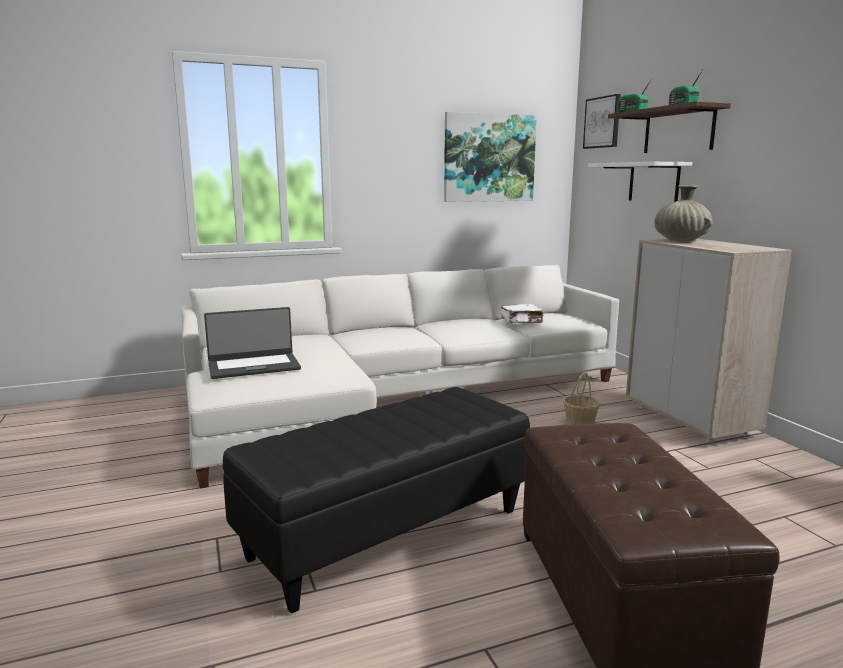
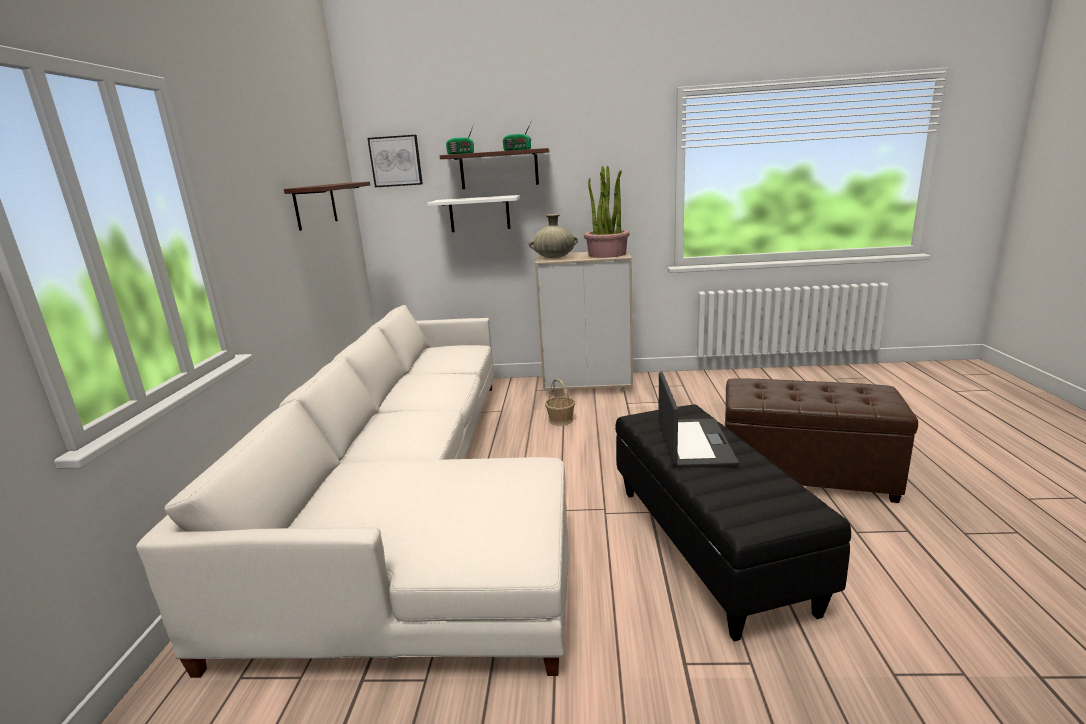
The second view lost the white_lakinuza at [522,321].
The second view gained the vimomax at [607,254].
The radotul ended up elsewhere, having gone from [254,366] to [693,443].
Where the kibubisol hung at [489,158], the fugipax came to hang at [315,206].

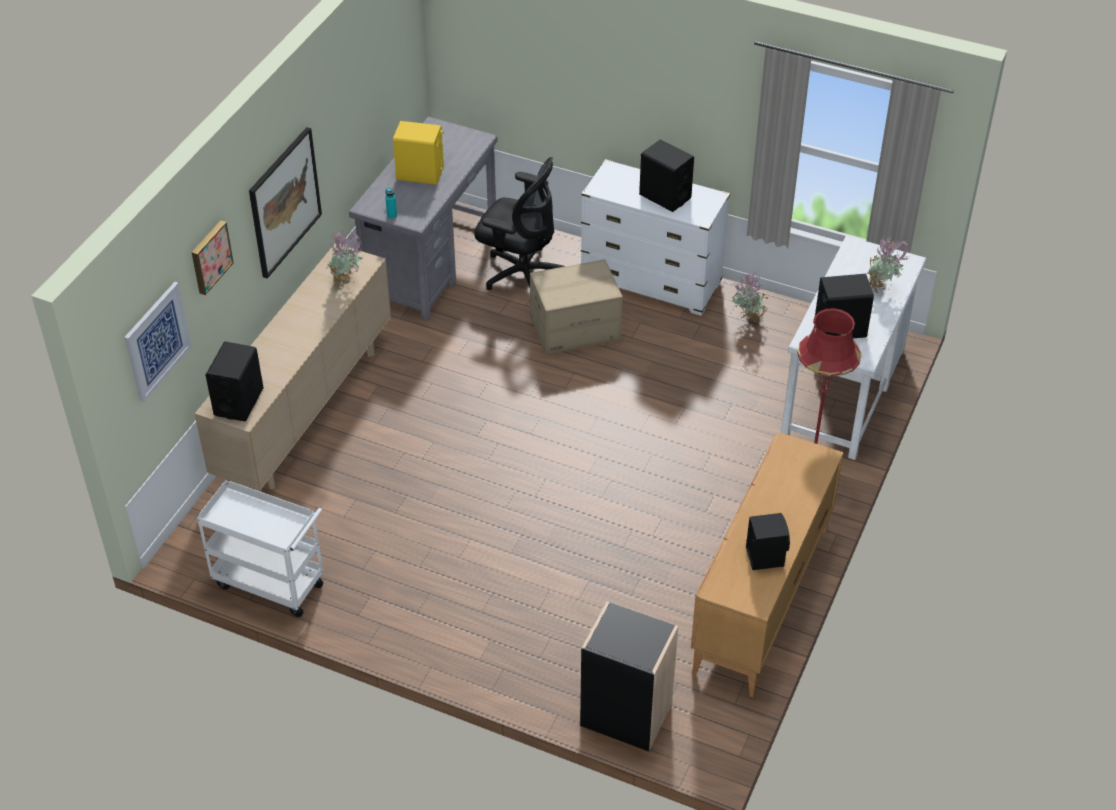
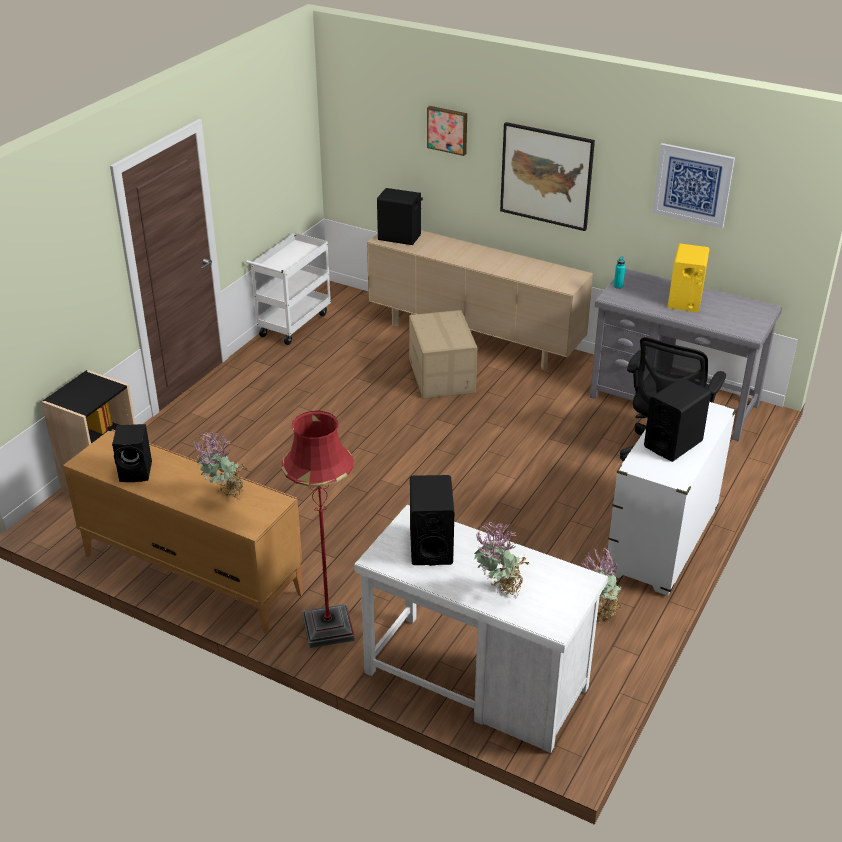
The kibubisol ended up elsewhere, having gone from [157,341] to [693,185].
The vimomax ended up elsewhere, having gone from [347,283] to [224,496].
The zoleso ended up elsewhere, having gone from [575,328] to [442,376].

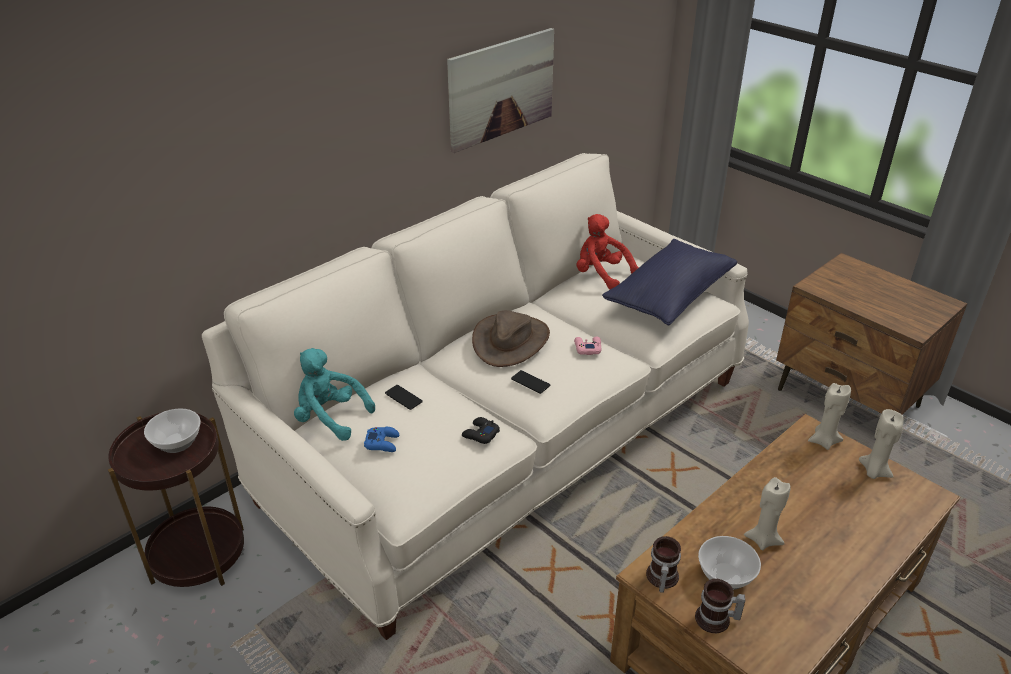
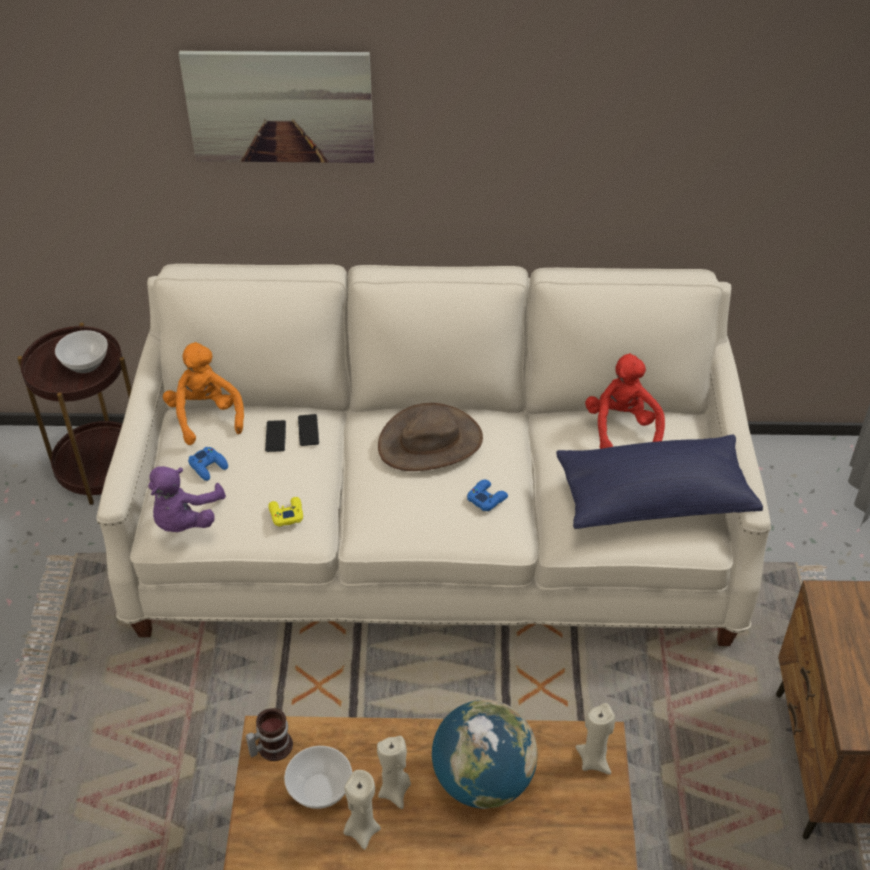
The second view lost the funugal at [716,620].
The second view gained the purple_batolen at [185,520].
The second view gained the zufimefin at [483,780].
The kibubisol ended up elsewhere, having gone from [501,89] to [280,106].
The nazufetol ended up elsewhere, having gone from [530,382] to [308,430].
The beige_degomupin ended up elsewhere, having gone from [874,471] to [362,829].
What was the turquoise_batolen at [330,417] turned into the orange_batolen at [205,416].
What was the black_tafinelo at [480,434] turned into the yellow_tafinelo at [286,514].
What was the pink_tafinelo at [587,348] turned into the blue_tafinelo at [487,498].

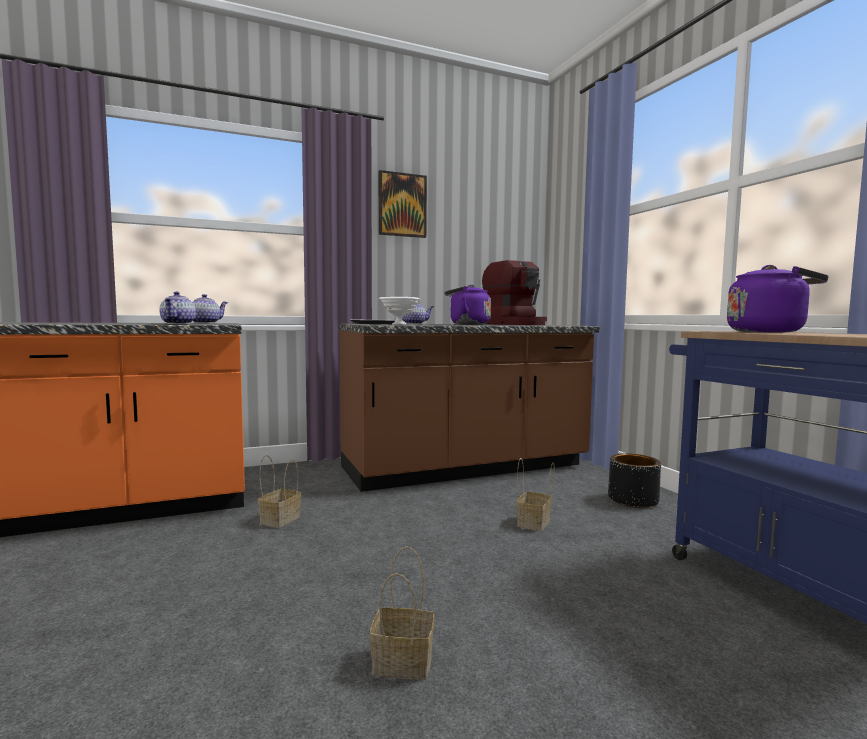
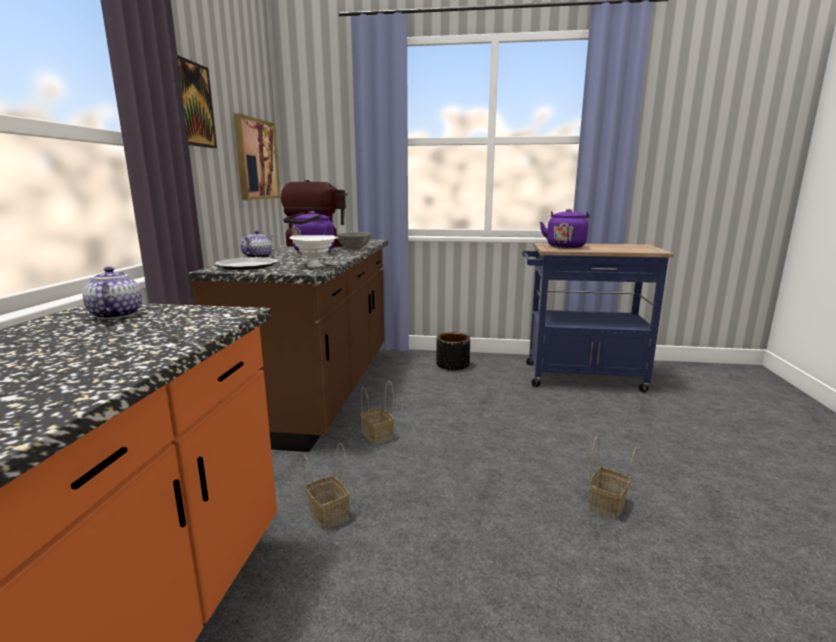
The second view lost the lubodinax at [179,324].
The second view gained the kibubisol at [256,159].
The second view gained the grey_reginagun at [355,249].
The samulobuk ended up elsewhere, having gone from [534,523] to [378,436].

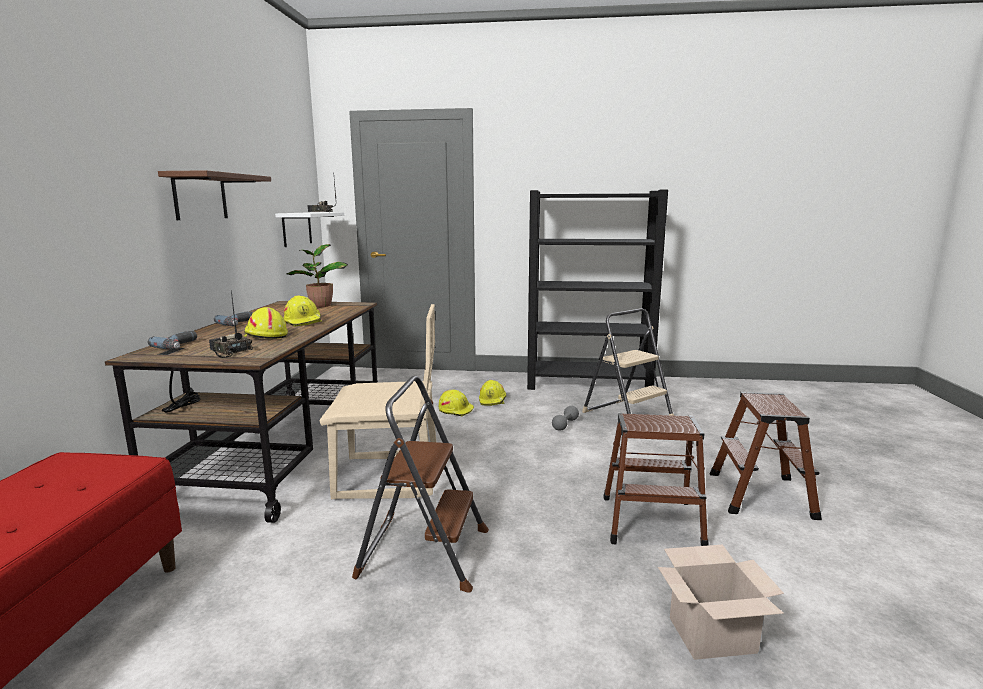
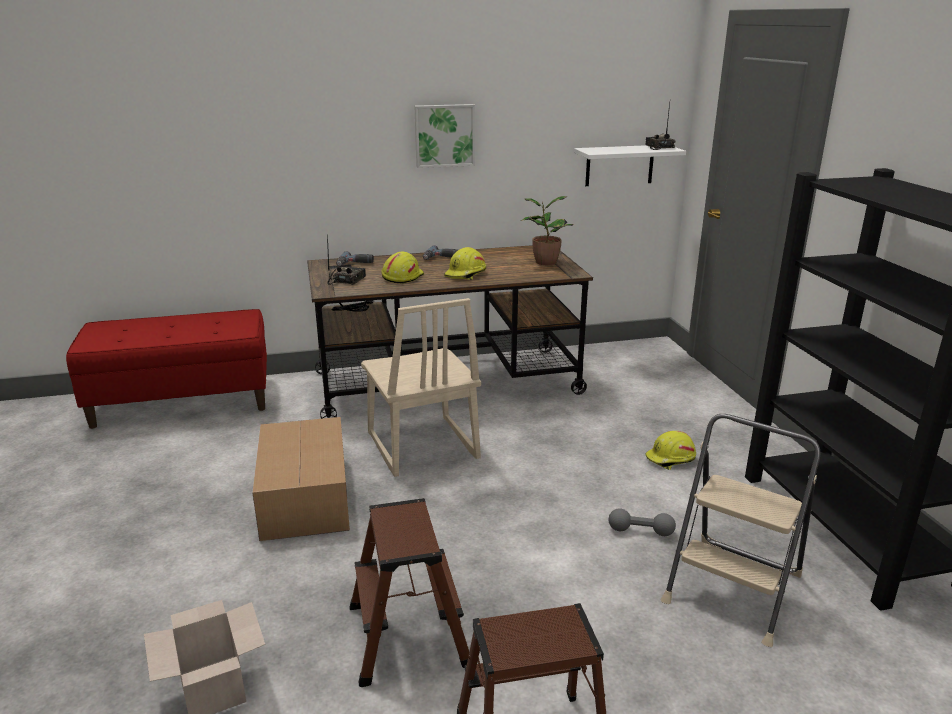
The second view lost the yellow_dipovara at [456,410].
Where the brown_fugipax hung at [200,197], the kibubisol came to hang at [444,135].
Where the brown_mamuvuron stood at [419,551], the zoleso came to stand at [306,495].

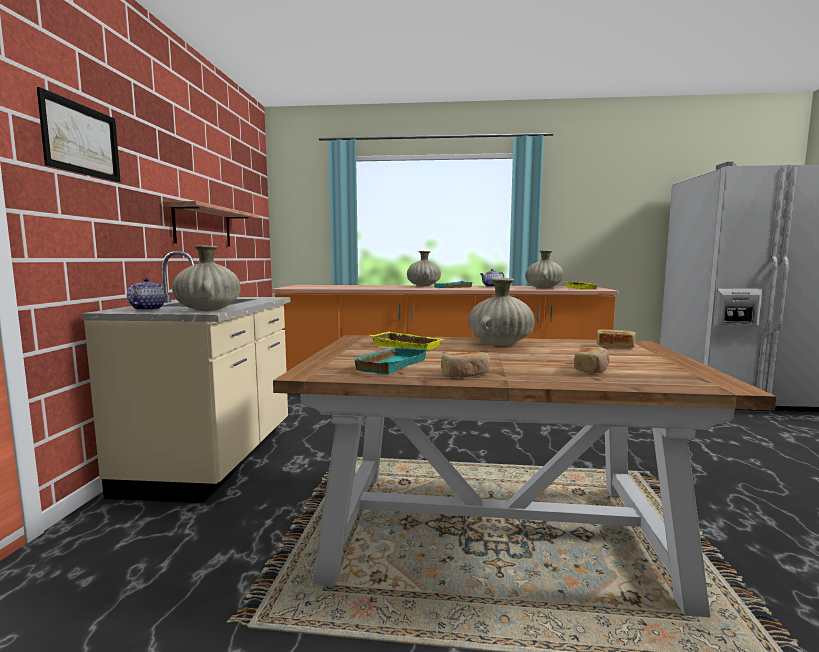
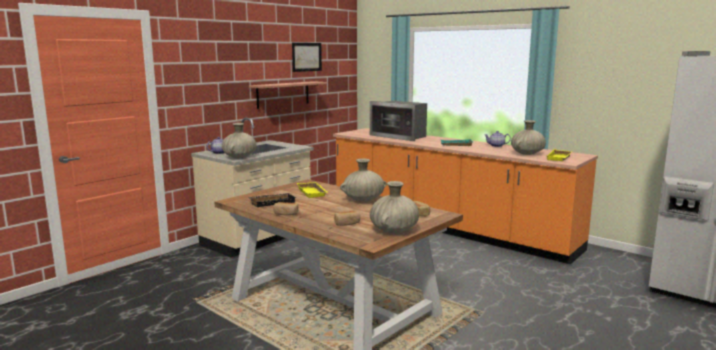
The second view gained the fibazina at [400,136].
The kibubisol ended up elsewhere, having gone from [81,139] to [306,57].
The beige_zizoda ended up elsewhere, having gone from [423,286] to [394,230].
What was the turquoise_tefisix at [389,364] turned into the black_tefisix at [272,202].

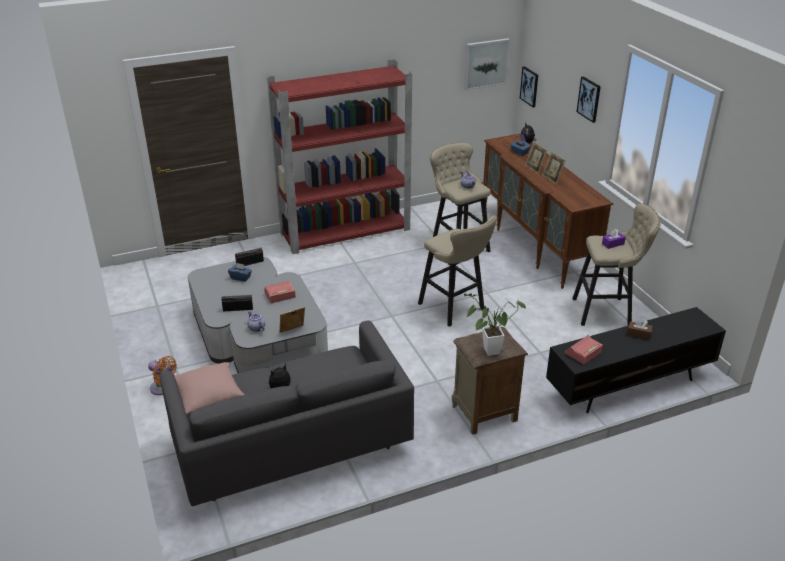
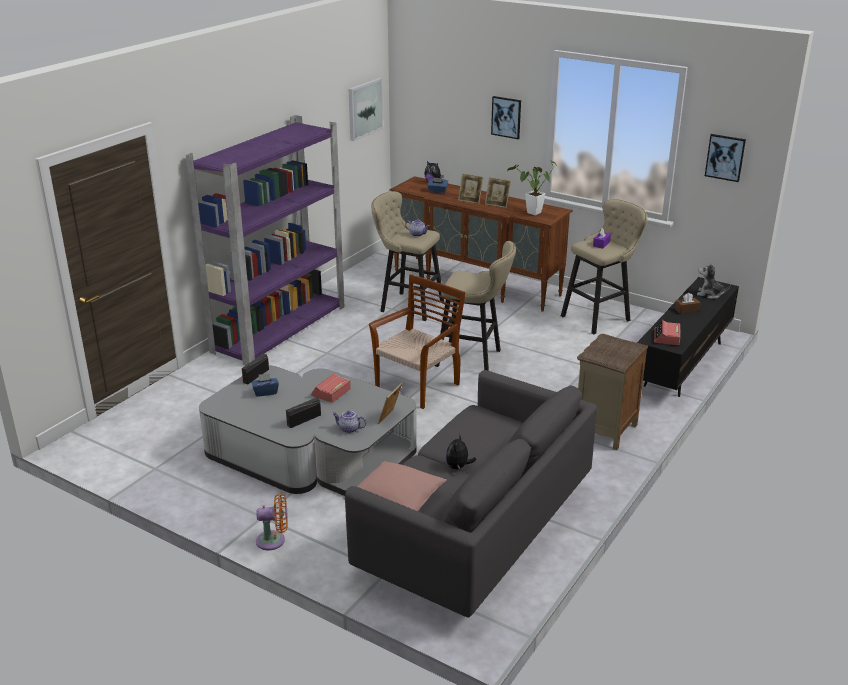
The second view gained the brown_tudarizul at [418,386].
The second view gained the batolen at [710,294].
The vimomax ended up elsewhere, having gone from [487,351] to [532,214].
The kibubisol ended up elsewhere, having gone from [529,86] to [725,157].
What was the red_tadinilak at [345,231] turned into the purple_tadinilak at [280,328].

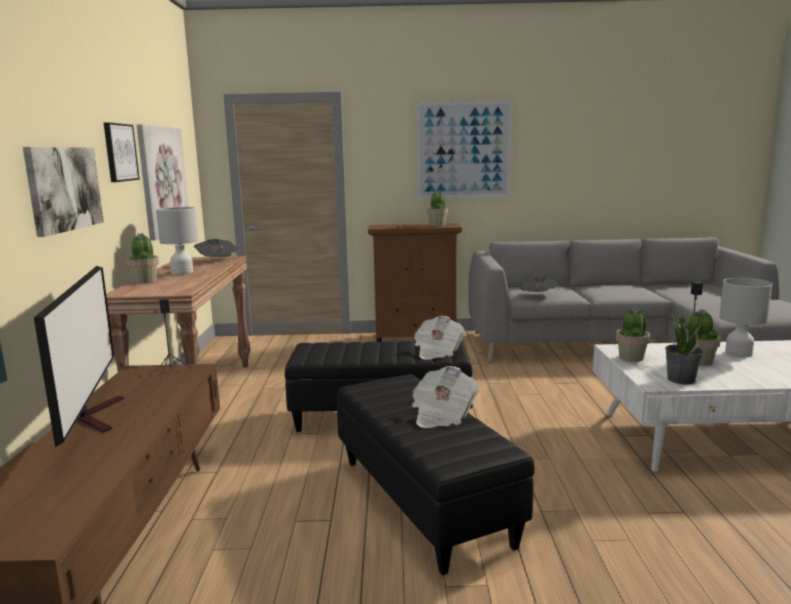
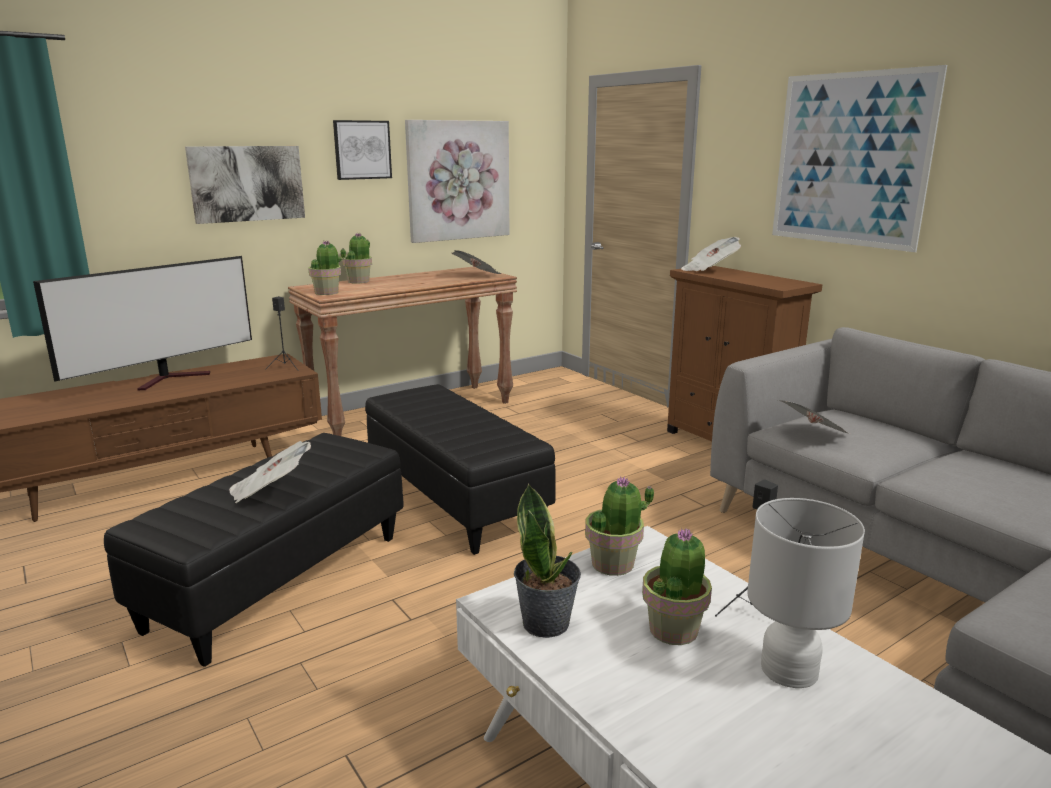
The second view lost the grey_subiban at [182,272].
The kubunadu ended up elsewhere, having gone from [437,351] to [709,270].
The vimomax ended up elsewhere, having gone from [437,225] to [327,292].

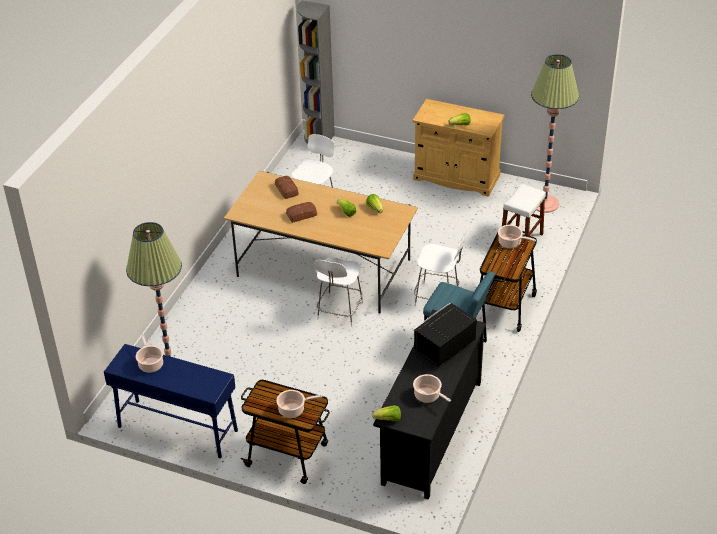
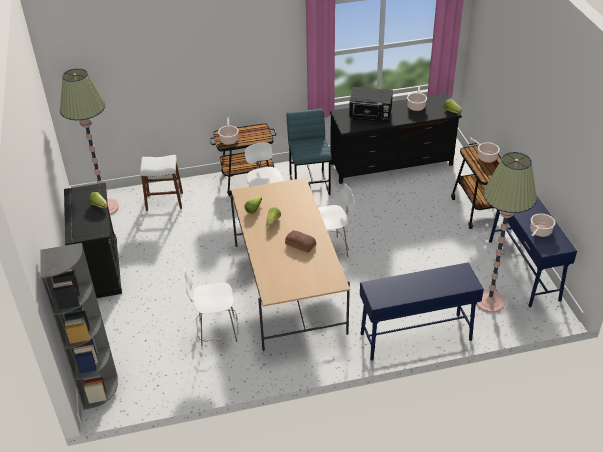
The second view lost the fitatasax at [286,190].
The second view gained the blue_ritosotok at [415,336].
What was the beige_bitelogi at [456,177] turned into the black_bitelogi at [100,269].

